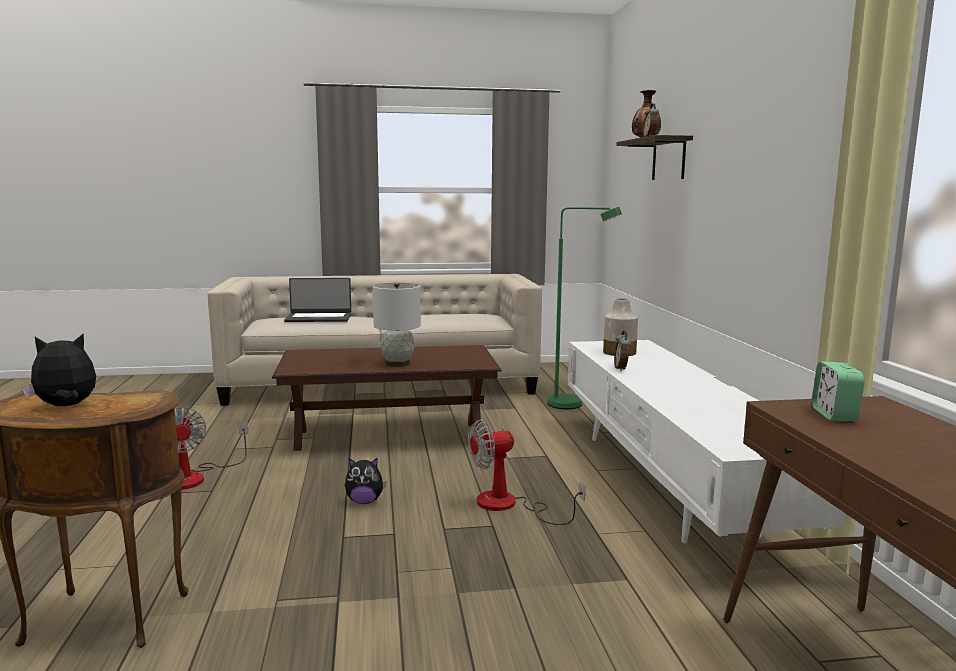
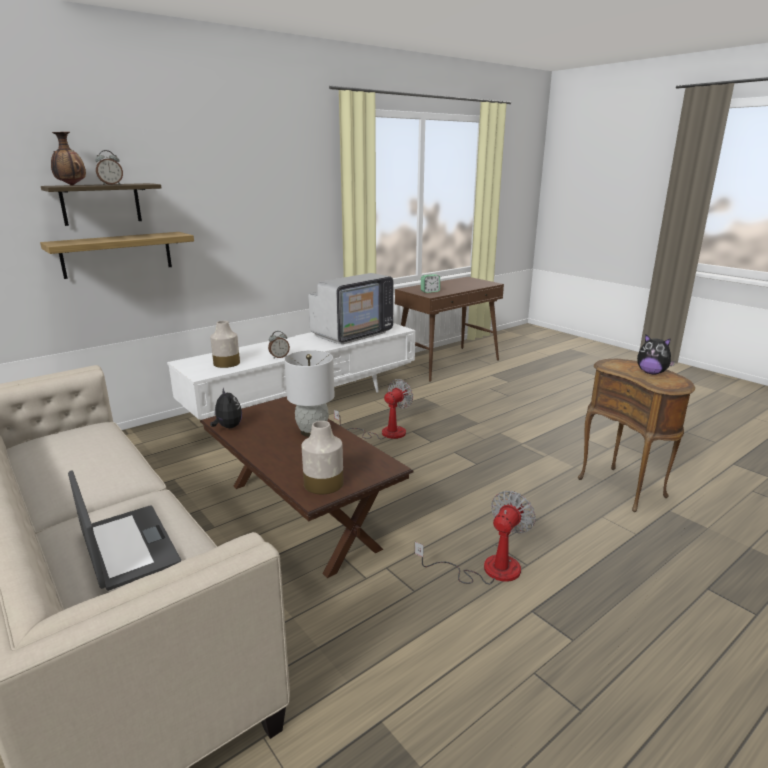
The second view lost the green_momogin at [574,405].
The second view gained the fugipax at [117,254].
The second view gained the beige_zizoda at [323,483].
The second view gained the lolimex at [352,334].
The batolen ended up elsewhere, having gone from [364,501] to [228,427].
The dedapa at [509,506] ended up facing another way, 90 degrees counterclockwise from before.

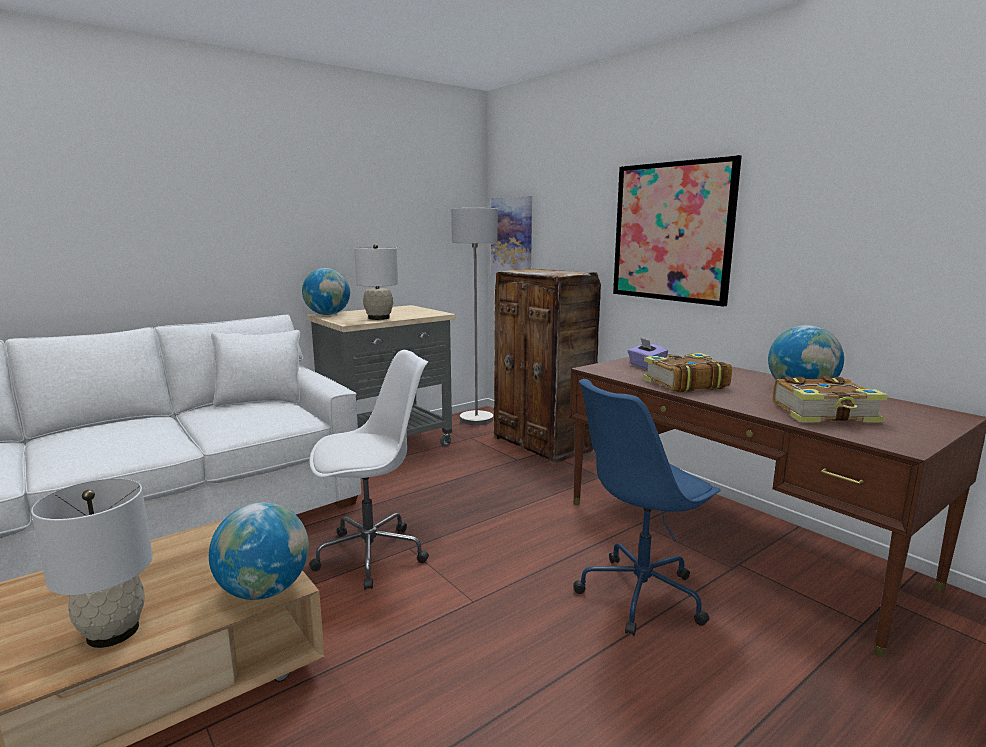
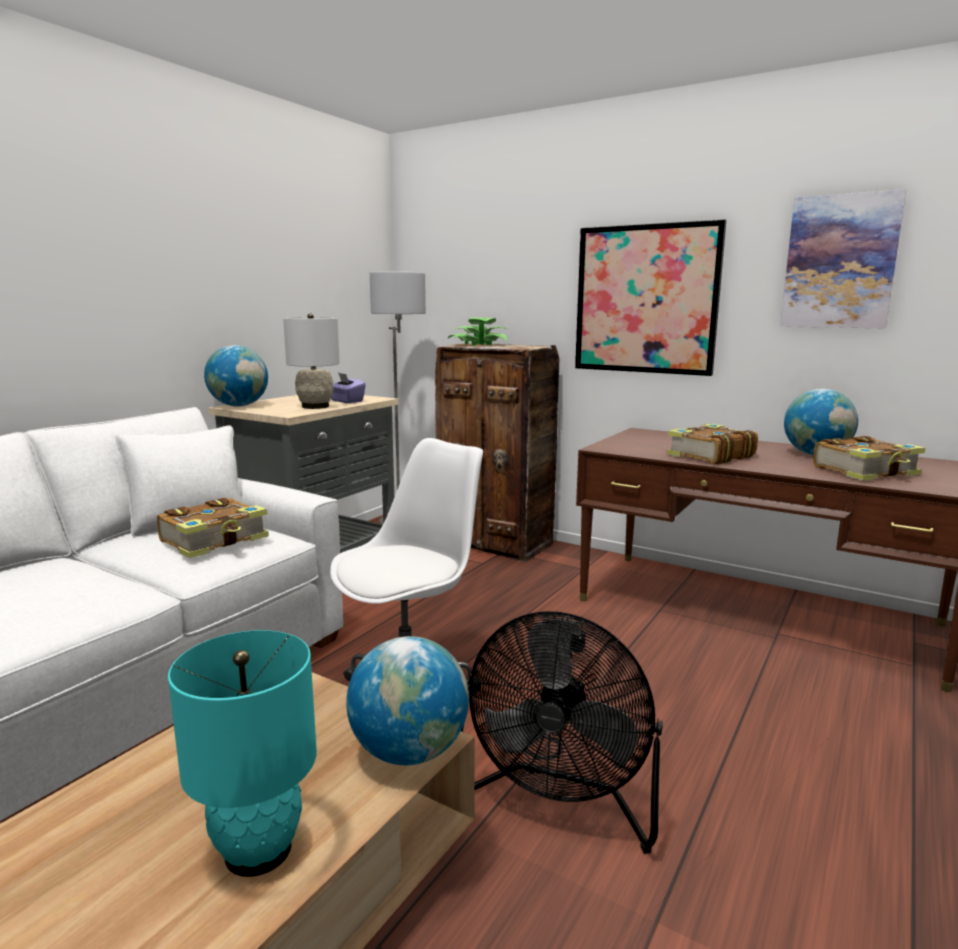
The second view lost the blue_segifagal at [638,596].
The second view gained the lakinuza at [216,540].
The second view gained the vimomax at [478,344].
The second view gained the black_dedapa at [552,795].
The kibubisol ended up elsewhere, having gone from [512,237] to [840,262].
The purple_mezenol ended up elsewhere, having gone from [646,366] to [346,401].
What was the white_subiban at [113,632] turned into the turquoise_subiban at [259,850].

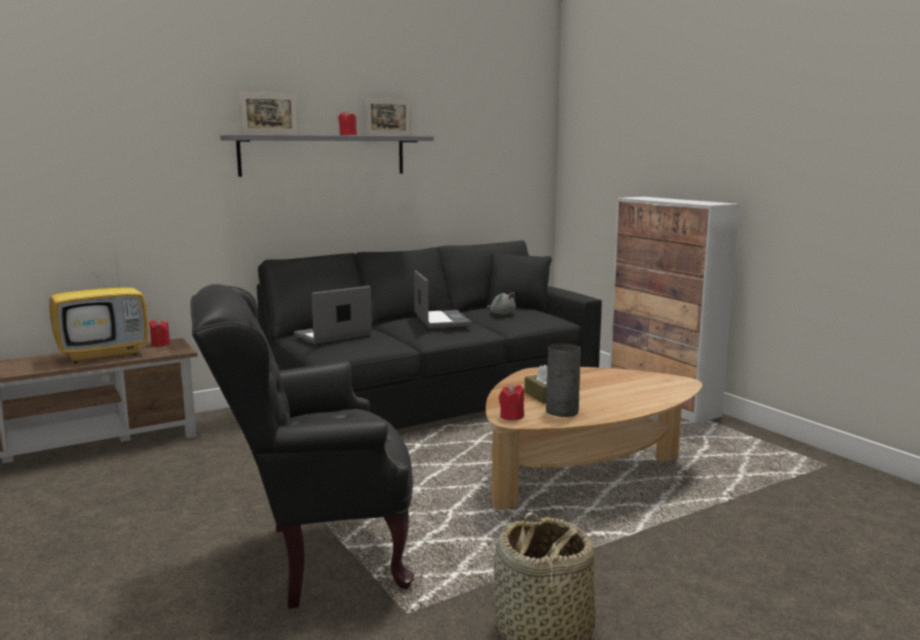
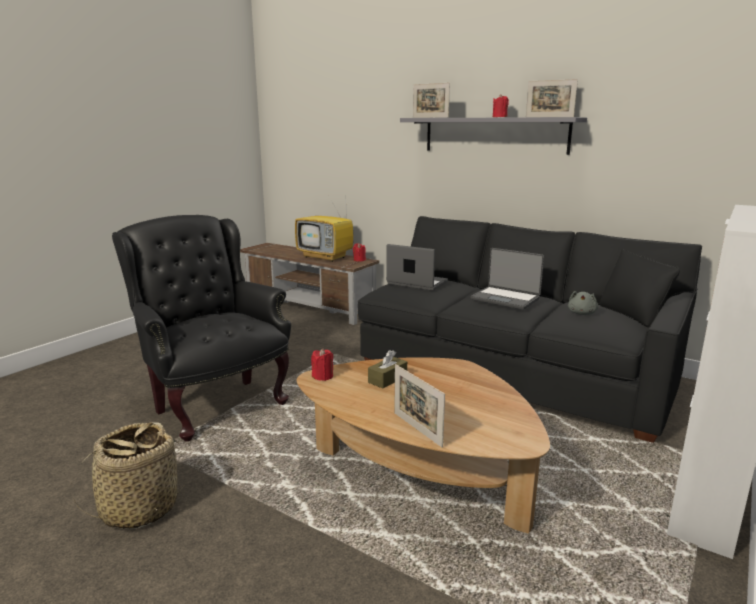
The second view lost the grey_zizoda at [562,411].
The second view gained the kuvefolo at [417,429].
The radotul at [440,320] ended up facing another way, 75 degrees clockwise from before.

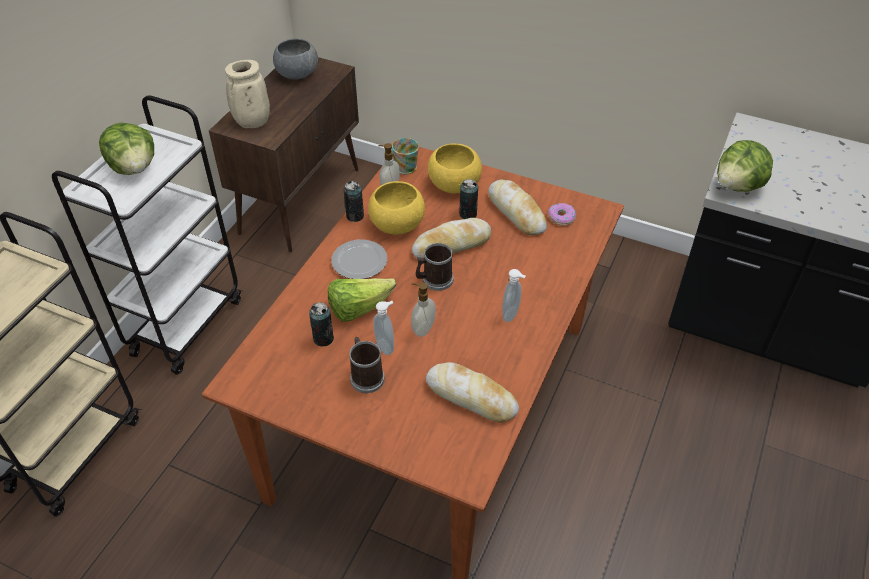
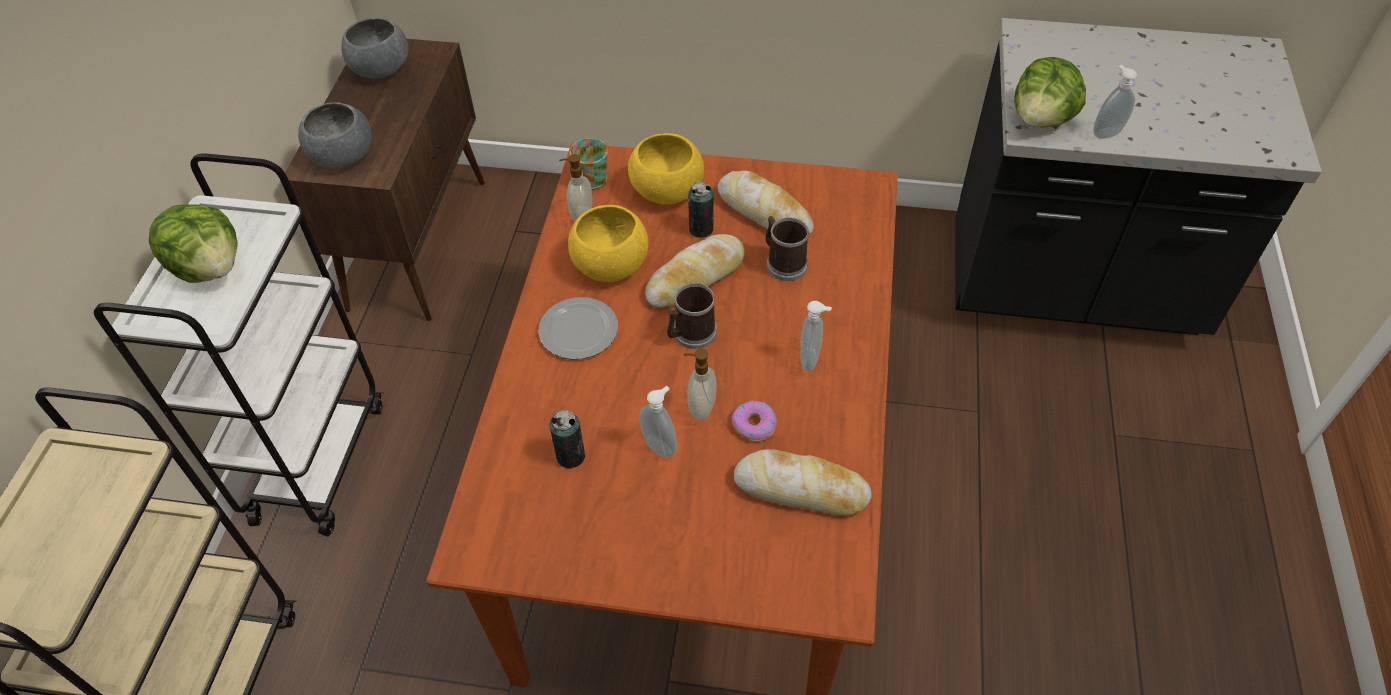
The second view lost the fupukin at [358,309].
The second view lost the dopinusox at [355,216].
The second view gained the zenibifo at [1105,132].
The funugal ended up elsewhere, having gone from [366,376] to [783,263].
The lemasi ended up elsewhere, having gone from [561,217] to [754,425].
Where the beige_zizoda stood at [252,123], the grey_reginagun came to stand at [342,156].

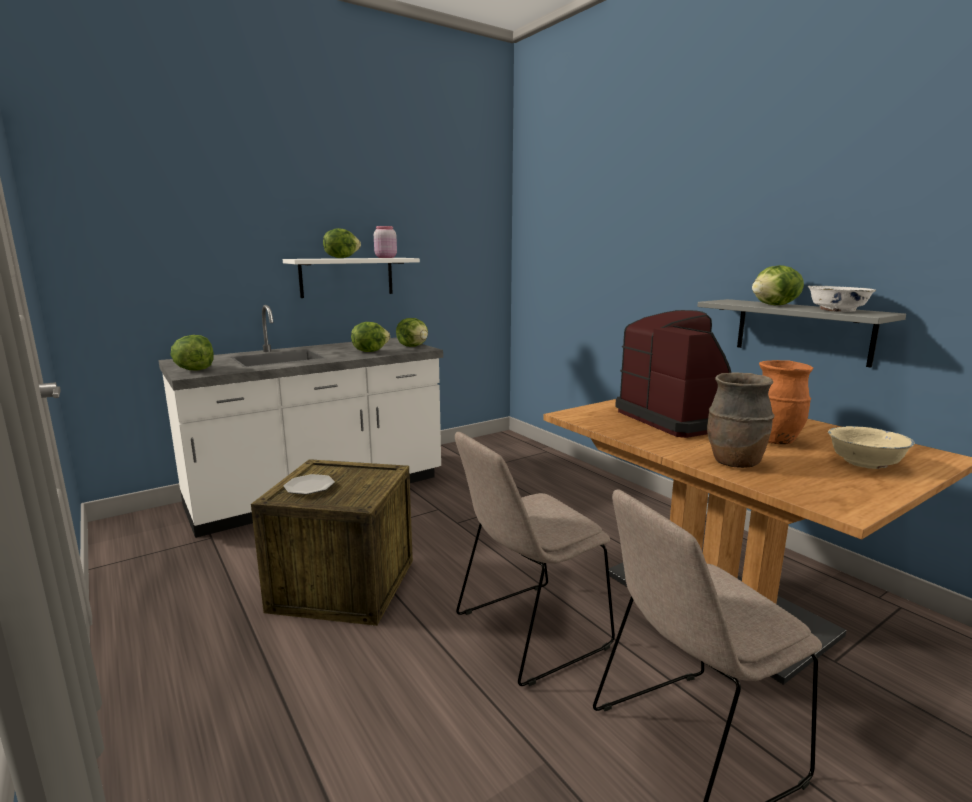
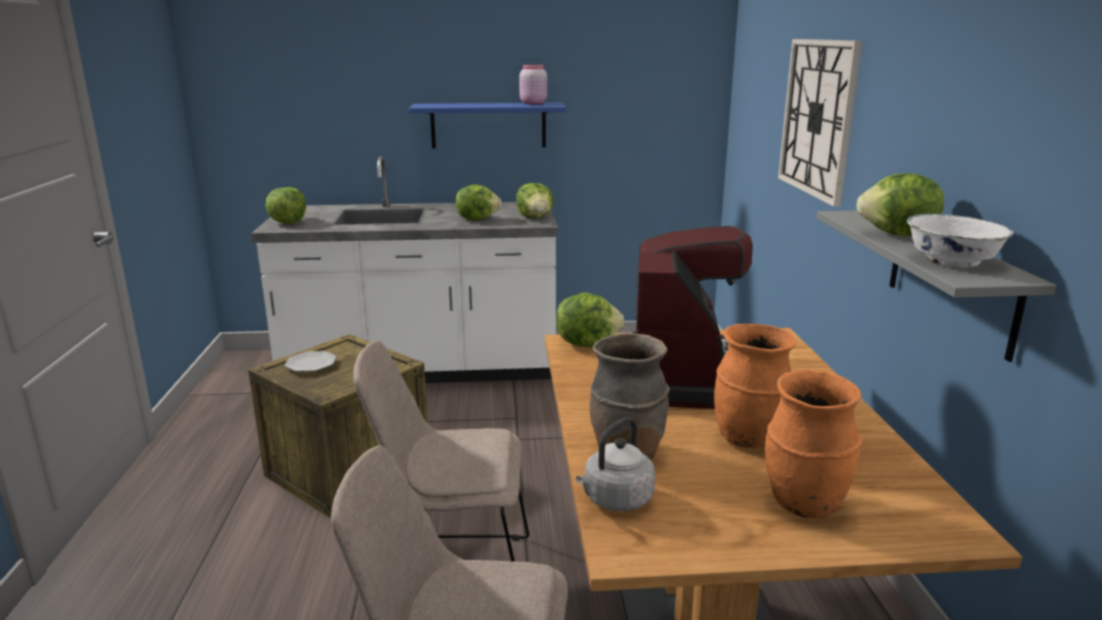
The second view gained the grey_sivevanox at [615,500].
The second view gained the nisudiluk at [818,117].
The fupukin ended up elsewhere, having gone from [341,258] to [586,343].
Where the beige_reginagun stood at [865,463], the orange_zizoda came to stand at [804,504].
What was the white_fugipax at [347,277] turned into the blue_fugipax at [488,125].

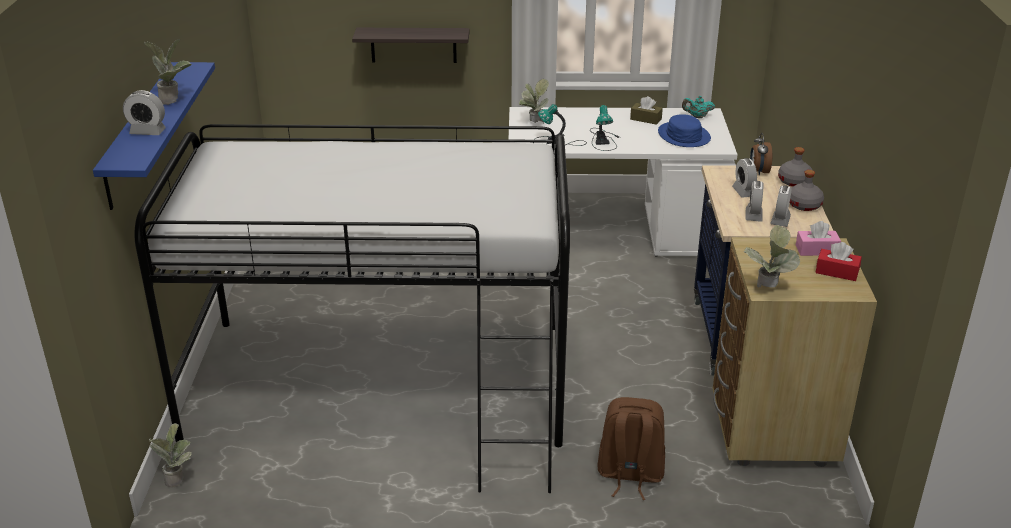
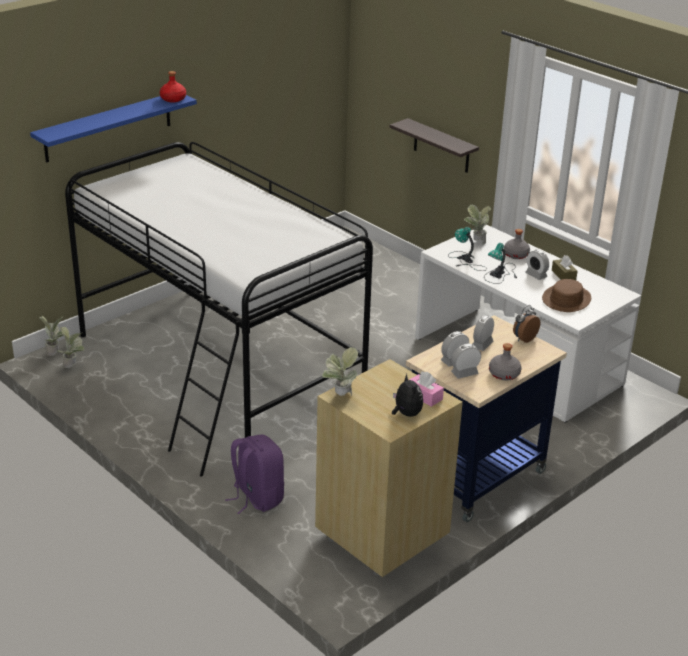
The second view lost the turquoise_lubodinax at [697,116].
The second view gained the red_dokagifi at [173,99].
The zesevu ended up elsewhere, having gone from [147,132] to [536,275].
The vimomax ended up elsewhere, having gone from [174,99] to [73,365].
The grey_dokagifi ended up elsewhere, having gone from [794,181] to [516,255].
Where the red_mezenol stood at [837,272], the batolen came to stand at [406,414].
What was the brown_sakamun at [629,475] turned into the purple_sakamun at [256,498].
What was the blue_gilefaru at [683,136] turned into the brown_gilefaru at [566,299].

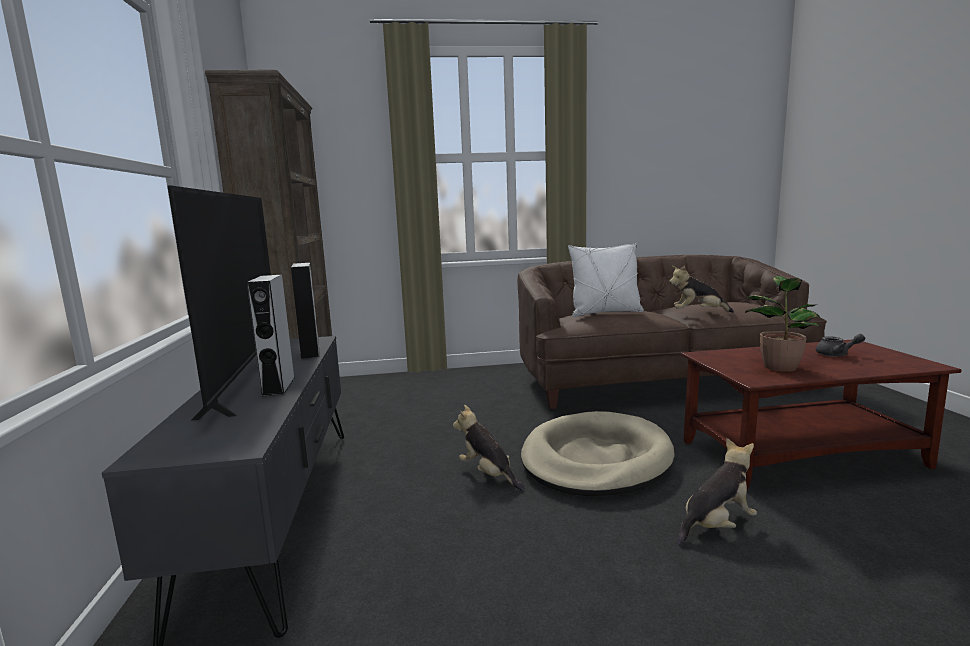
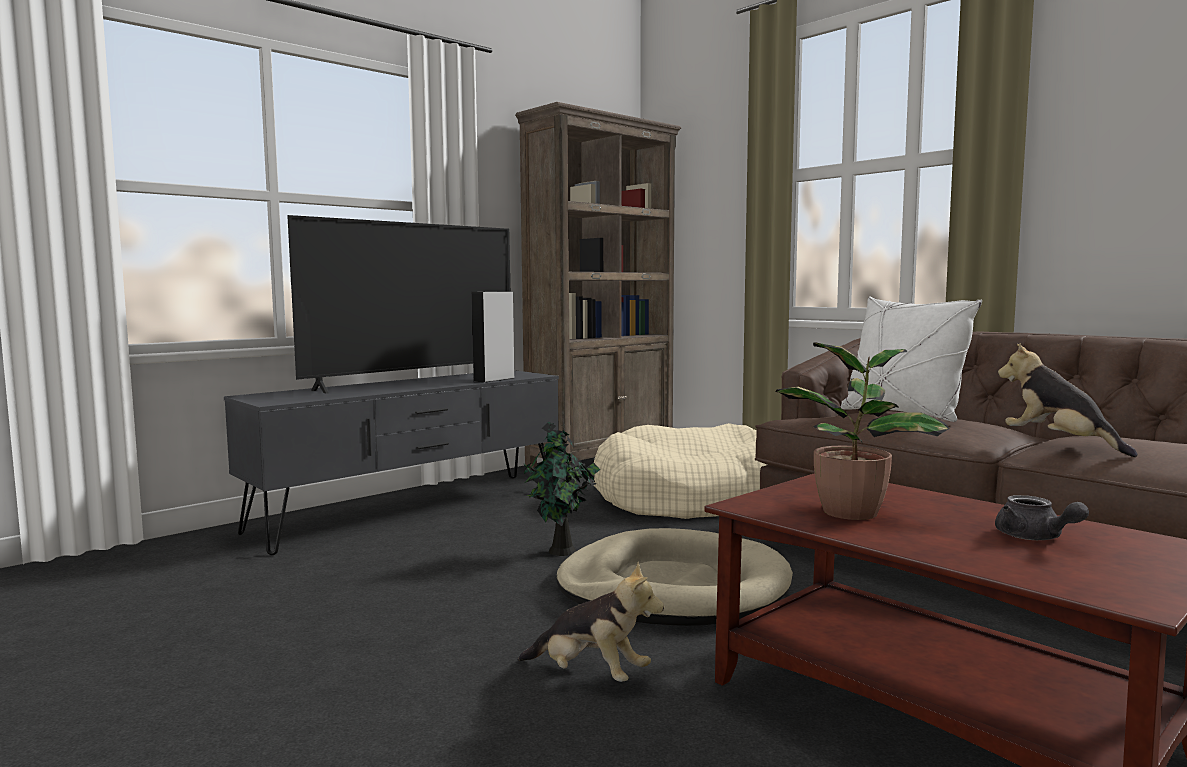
The second view lost the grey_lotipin at [278,386].
The second view gained the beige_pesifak at [690,498].
Where the batolen stood at [488,474], the vimomax came to stand at [561,552].

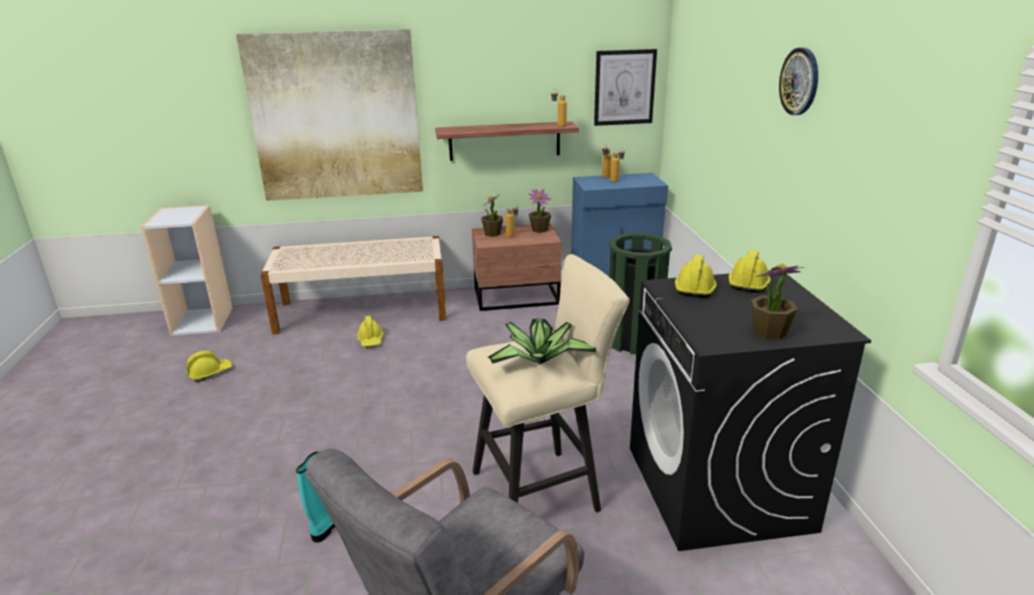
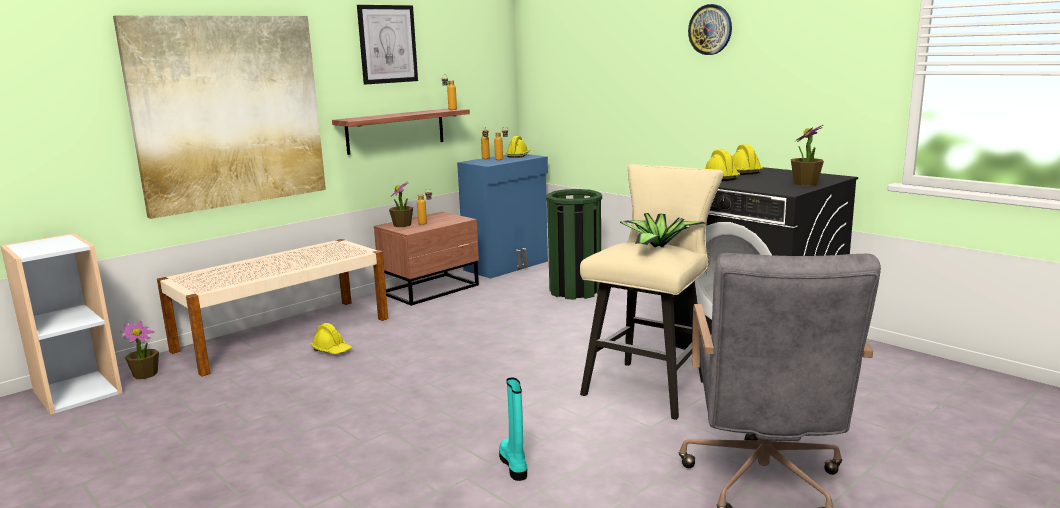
The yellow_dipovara ended up elsewhere, having gone from [210,373] to [518,155].
The vimomax ended up elsewhere, having gone from [540,229] to [145,374].
The kibubisol ended up elsewhere, having gone from [624,87] to [387,44].

